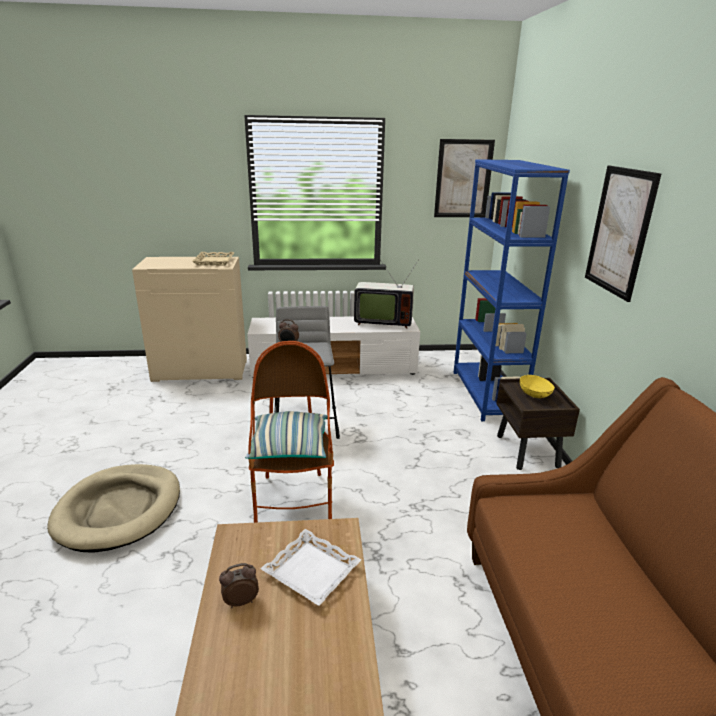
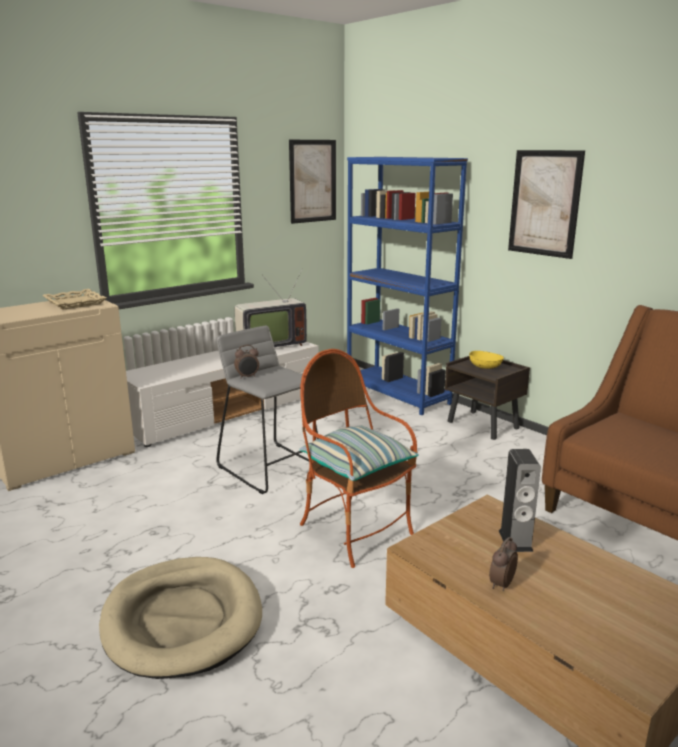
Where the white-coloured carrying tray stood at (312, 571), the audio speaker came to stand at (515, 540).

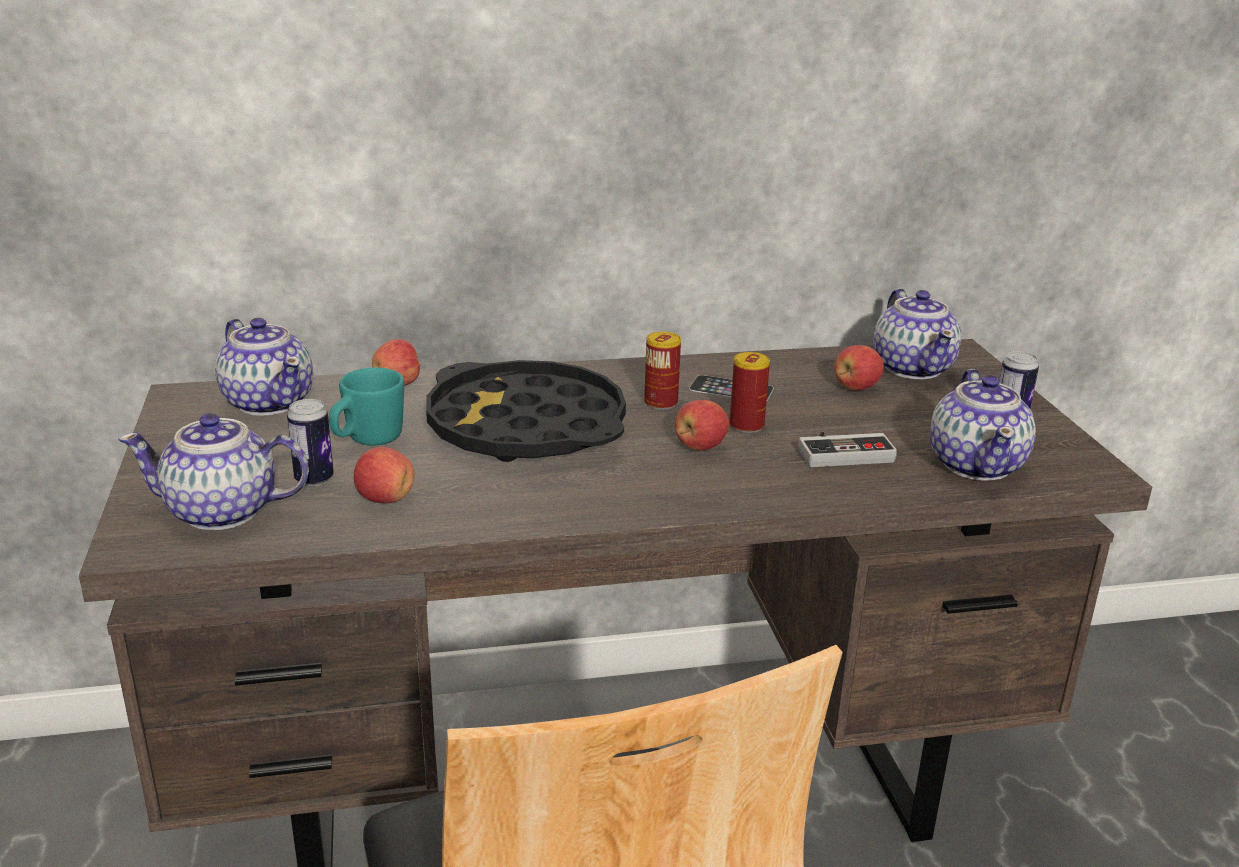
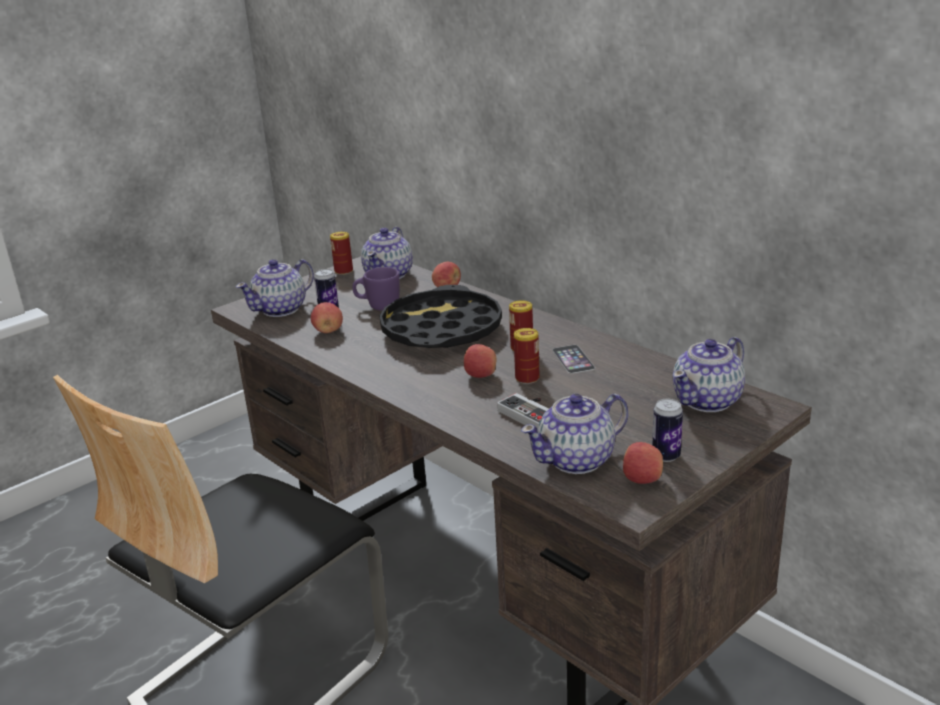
The second view gained the metal can at (343, 271).
The apple fruit ended up elsewhere, having gone from (856, 387) to (642, 480).
What was the turquoise mug at (367, 441) turned into the purple mug at (378, 306).
The tea pot at (223, 512) ended up facing another way, 105 degrees counterclockwise from before.

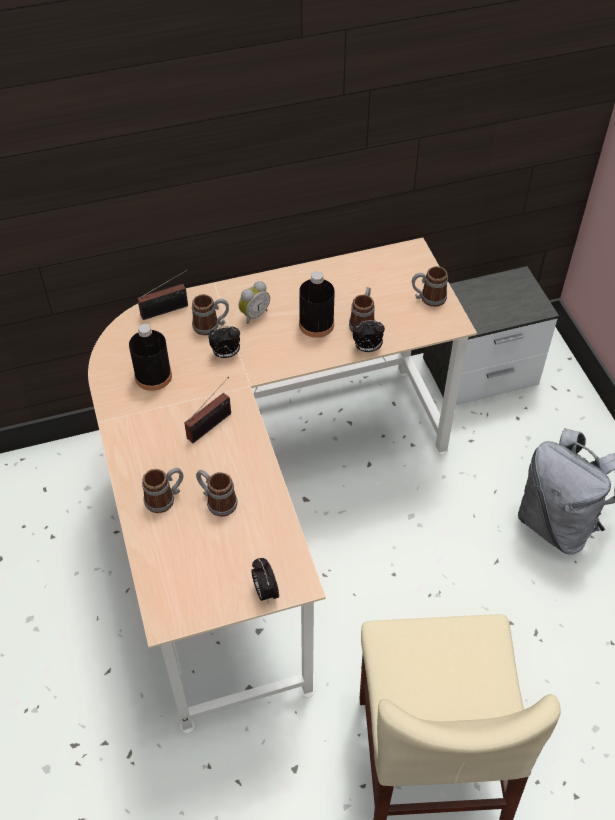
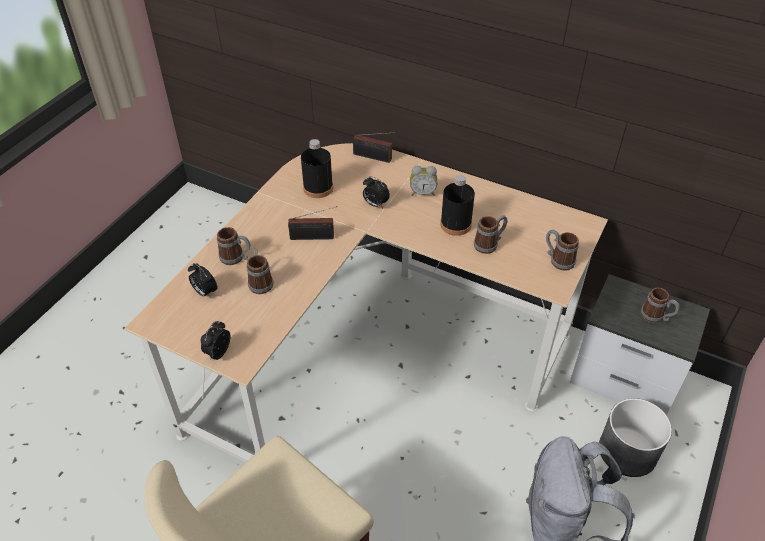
The second view gained the greyish flower pot at (628, 451).
The mug ended up elsewhere, having gone from (211, 325) to (656, 316).
The bedside clock ended up elsewhere, having gone from (367, 349) to (205, 292).

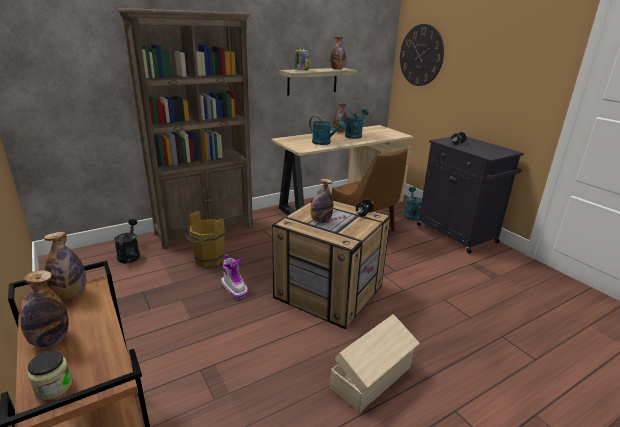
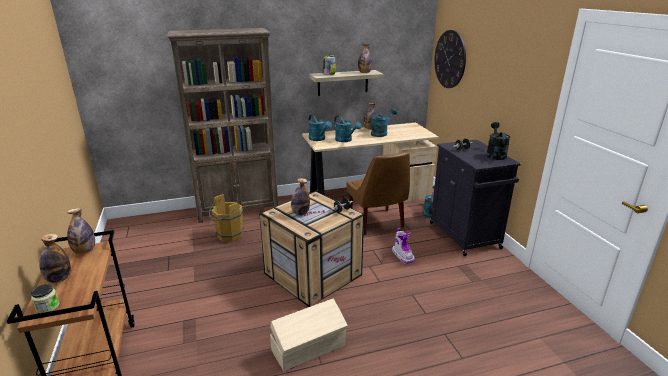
The second view gained the turquoise watering pot at (318, 139).
The black-coloured watering pot ended up elsewhere, having gone from (129, 255) to (495, 154).
The high-top boot ended up elsewhere, having gone from (234, 288) to (403, 256).

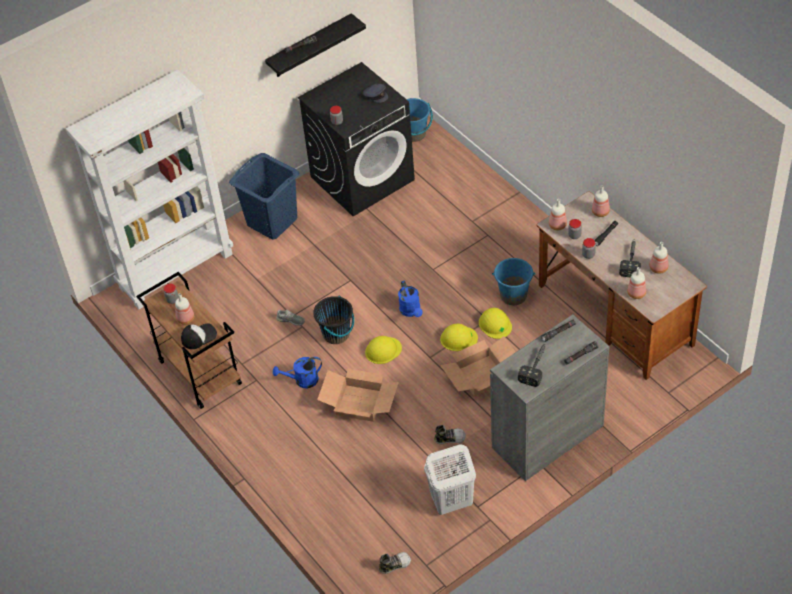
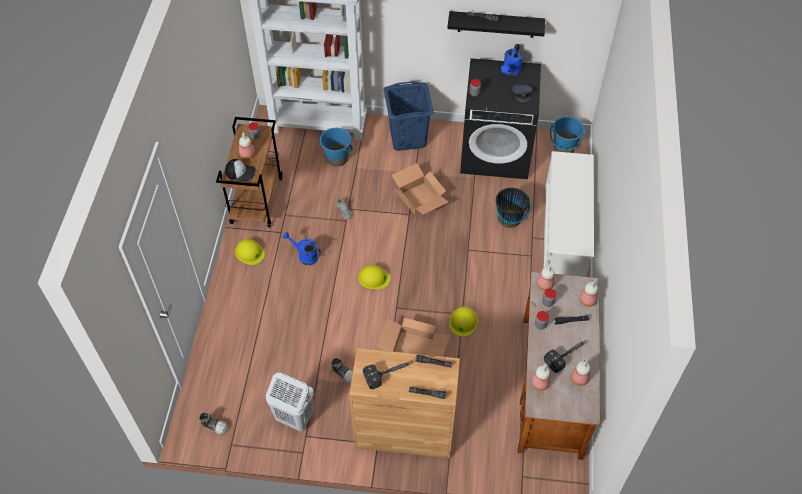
The second view gained the white-coloured shoe rack at (563, 235).
The black-coloured water bucket ended up elsewhere, having gone from (336, 334) to (509, 219).
The packing box ended up elsewhere, having gone from (360, 403) to (420, 199).
The blue watering pot ended up elsewhere, having gone from (411, 311) to (510, 72).
The yellowish hard hat ended up elsewhere, having gone from (458, 338) to (249, 252).
The blue water bucket ended up elsewhere, having gone from (513, 295) to (337, 158).
What was the greyish cupboard at (547, 436) turned into the brown cupboard at (404, 431).

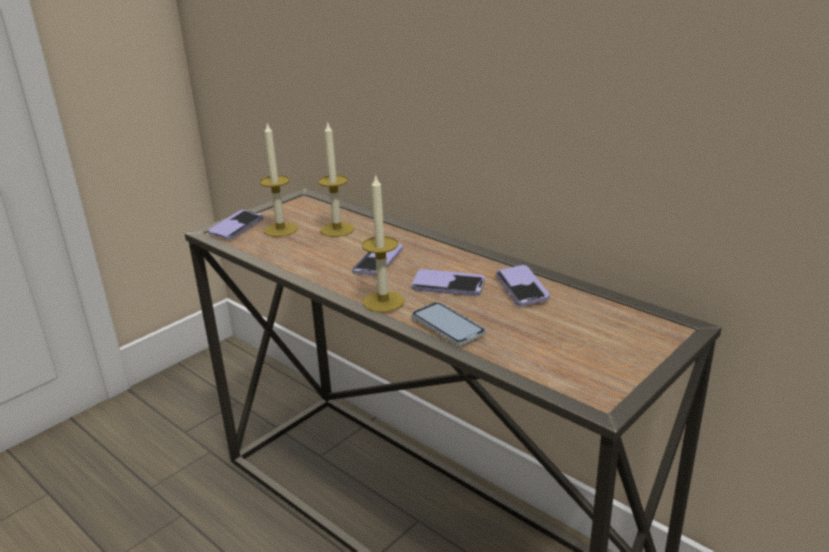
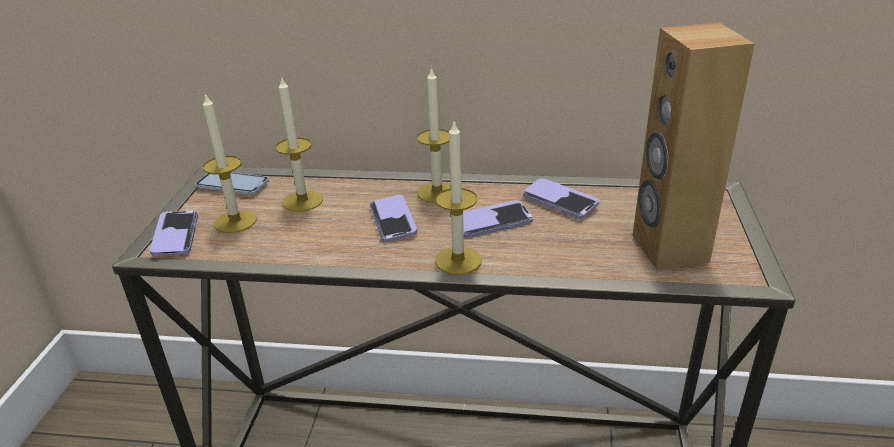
The second view gained the candle at (437, 192).
The second view gained the brown audio speaker at (668, 248).
The telephone ended up elsewhere, having gone from (447, 325) to (232, 184).

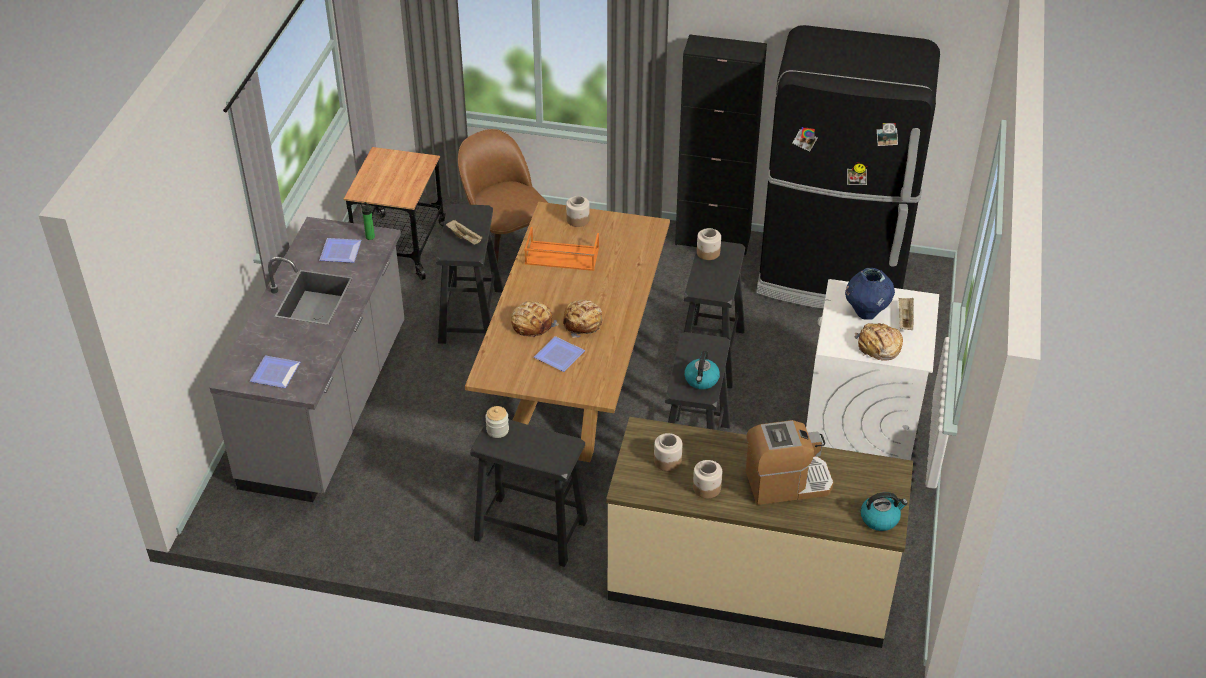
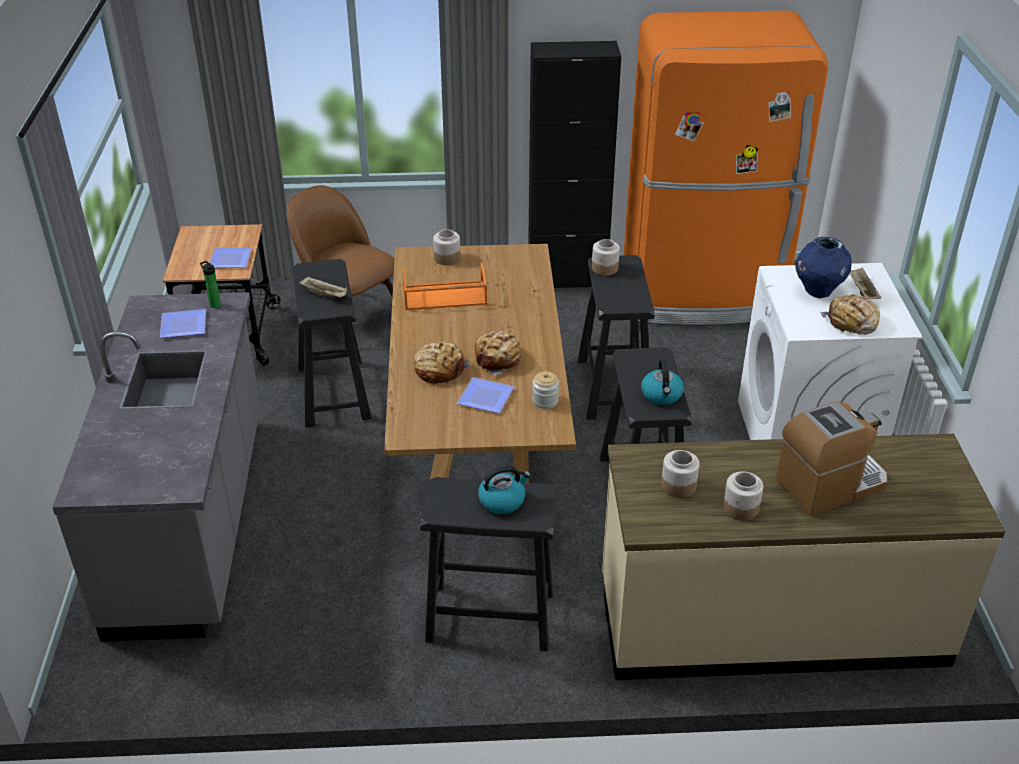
The dinner plate ended up elsewhere, having gone from (274, 372) to (229, 259).
The storage jar ended up elsewhere, having gone from (497, 430) to (545, 401).
The kettle ended up elsewhere, having gone from (880, 518) to (502, 500).
What was the black-coloured kitchen fridge at (832, 276) turned into the orangey kitchen fridge at (703, 293).

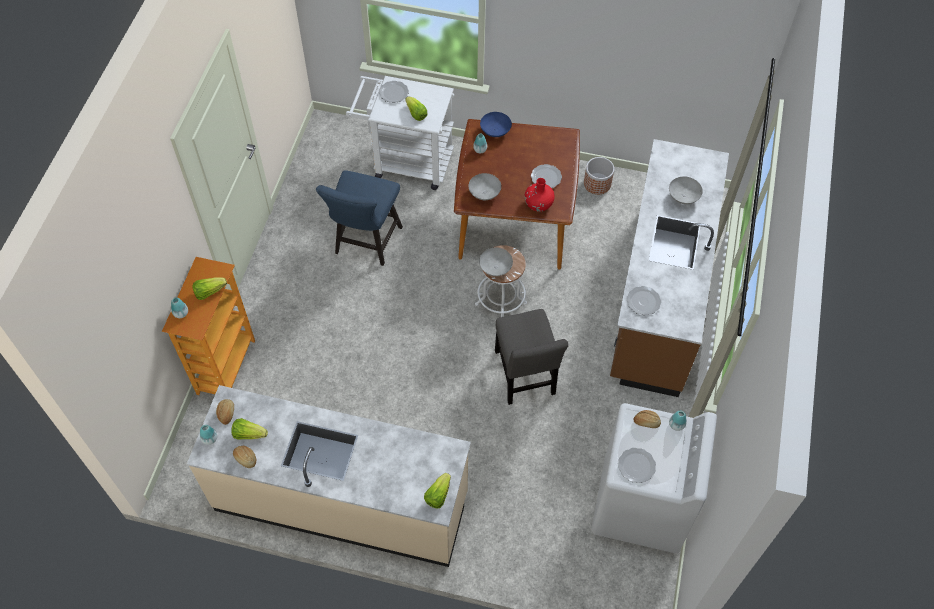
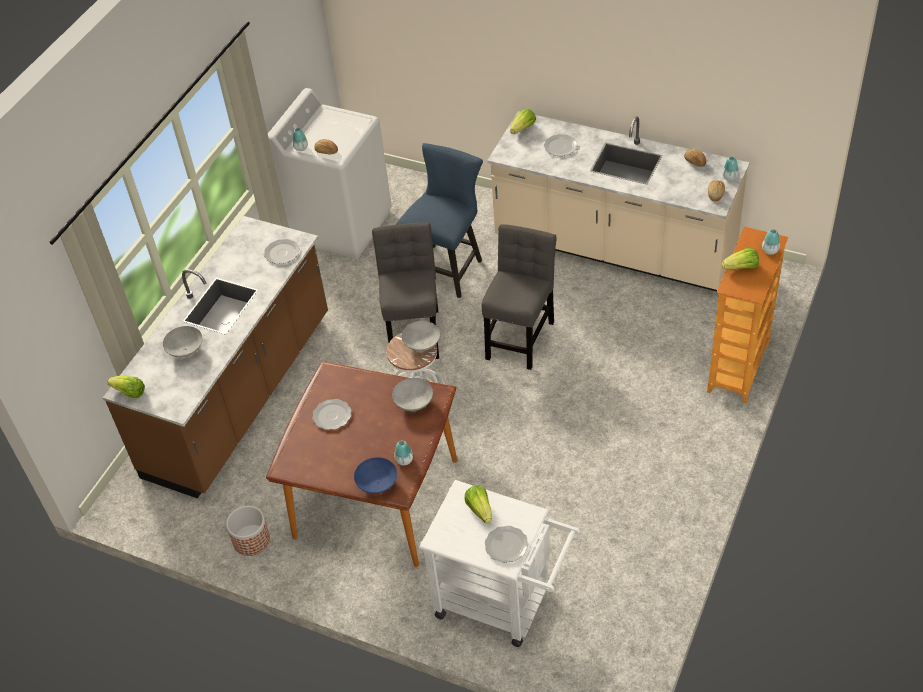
The second view lost the red-coloured vase at (538, 204).
The second view gained the greyish upright chair at (520, 336).
The head of lettuce ended up elsewhere, having gone from (249, 434) to (129, 393).
The blue upright chair ended up elsewhere, having gone from (365, 244) to (447, 267).
The dinner plate ended up elsewhere, having gone from (636, 465) to (560, 147).

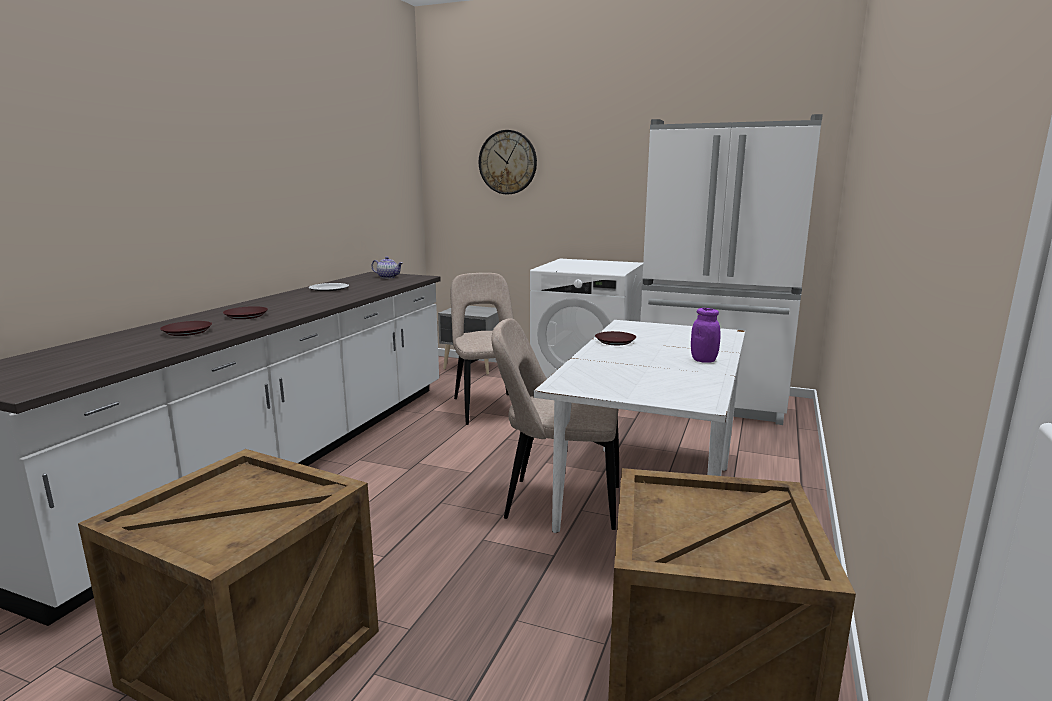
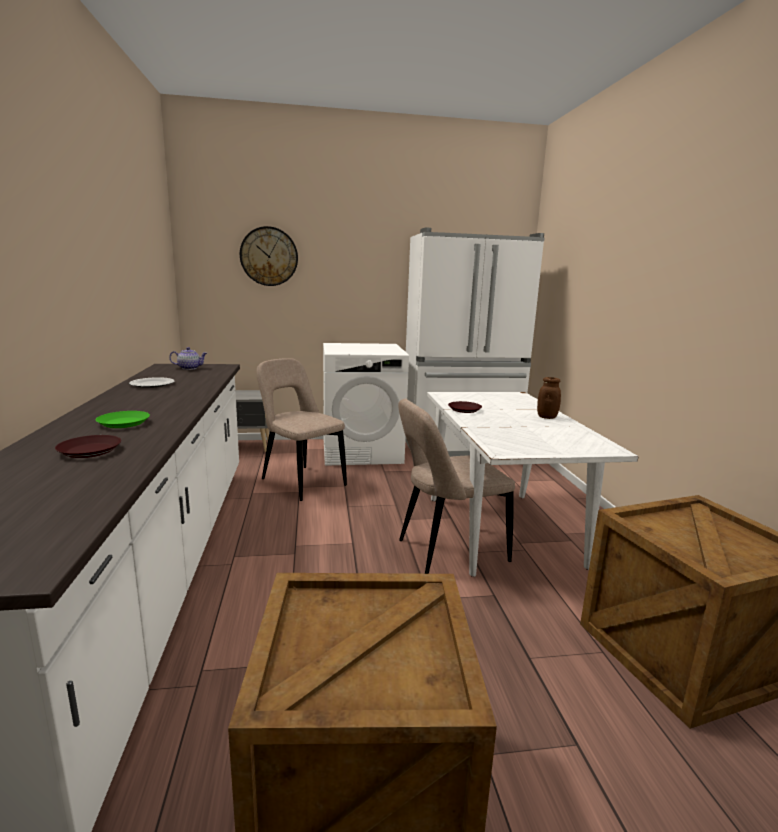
What was the brown dinner plate at (245, 316) turned into the green dinner plate at (123, 423).
What was the purple storage jar at (703, 360) turned into the brown storage jar at (547, 417).

